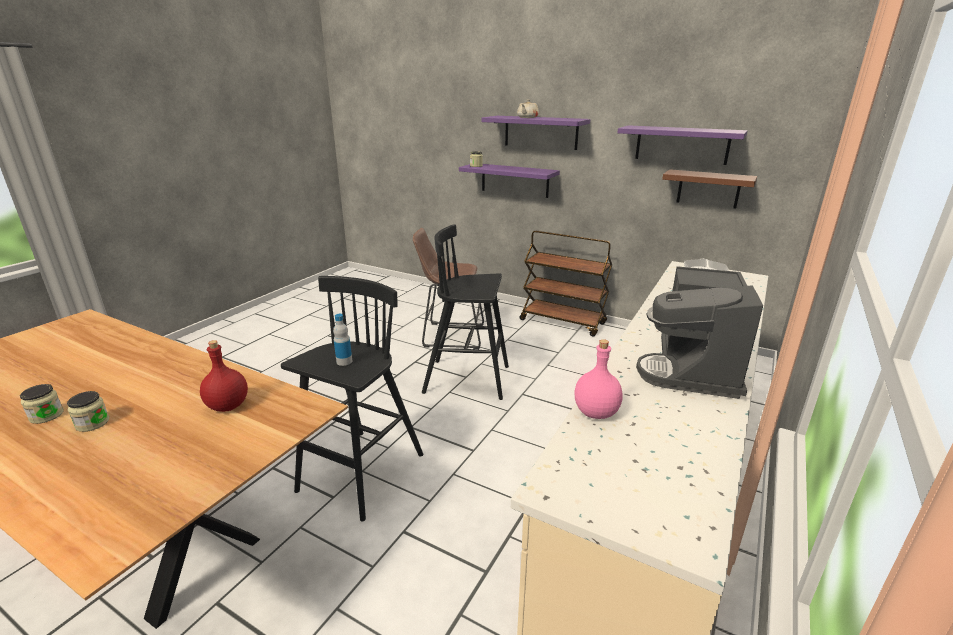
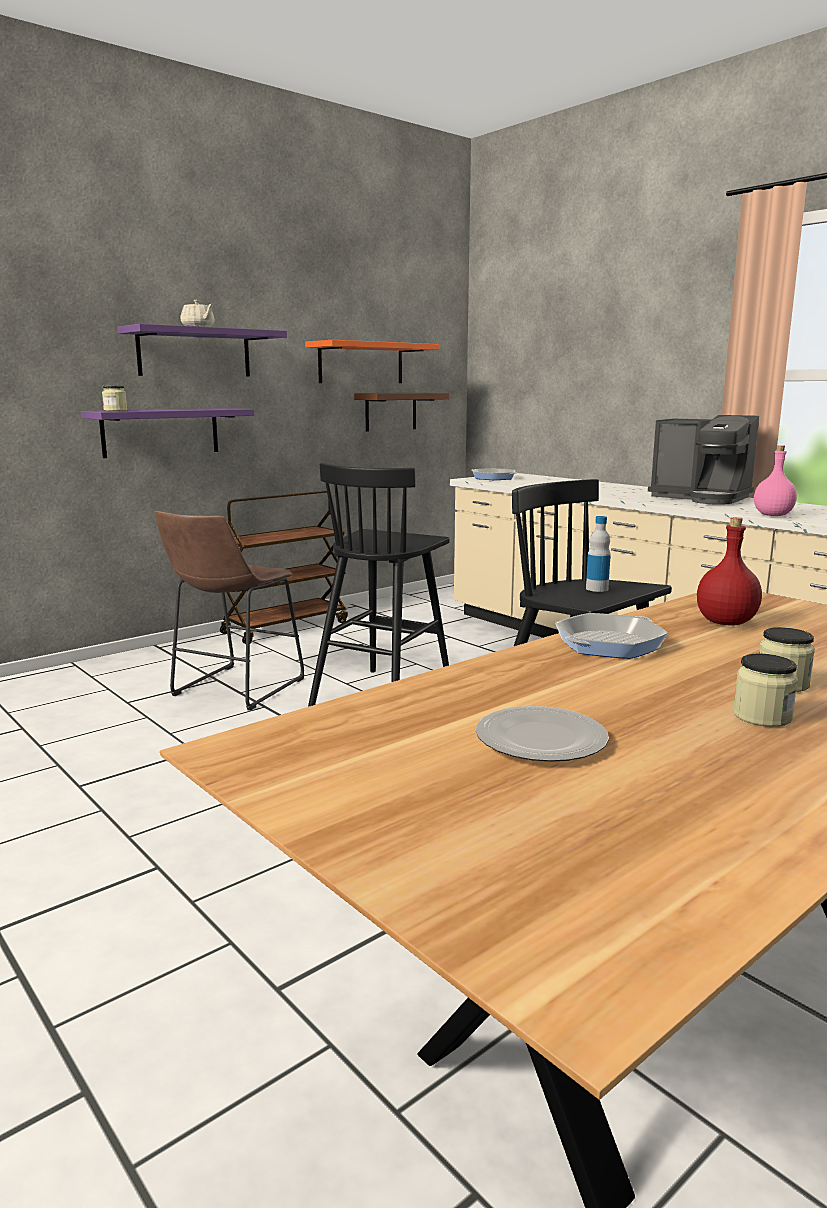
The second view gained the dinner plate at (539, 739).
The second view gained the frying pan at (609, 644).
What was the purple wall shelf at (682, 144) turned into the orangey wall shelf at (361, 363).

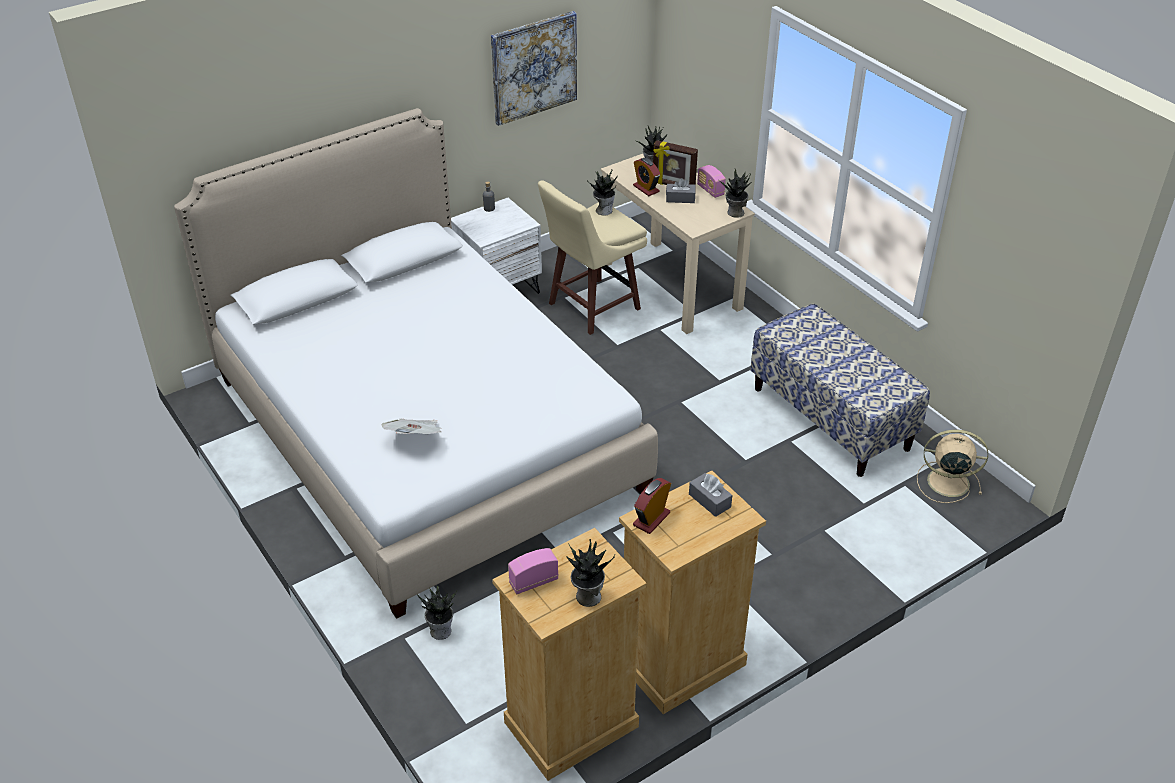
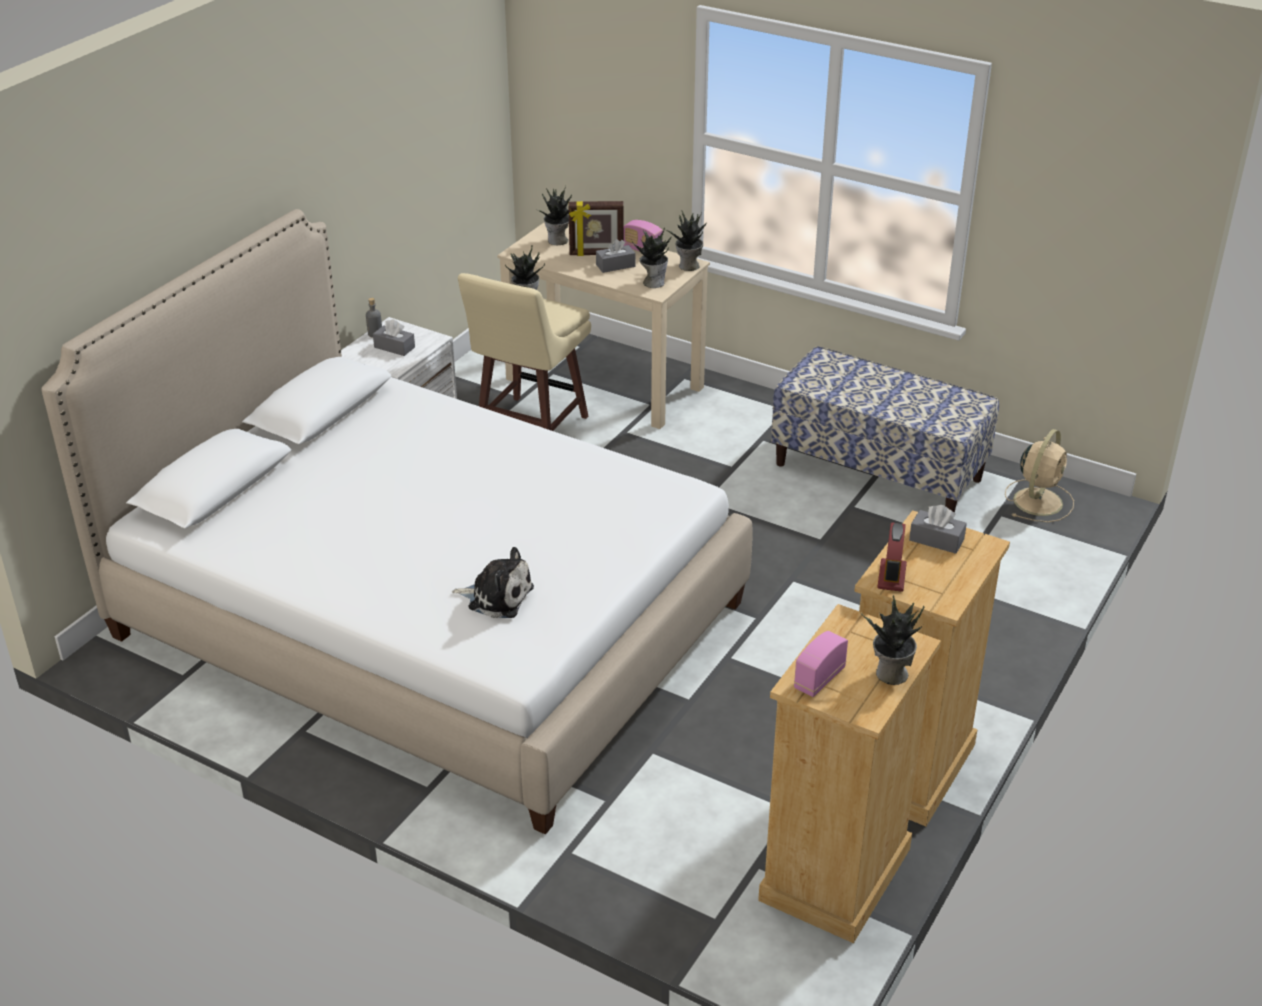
The second view lost the wall art at (534, 67).
The second view lost the bedside clock at (646, 189).
The second view gained the greyish tissue box at (394, 347).
The houseplant ended up elsewhere, having gone from (441, 630) to (653, 282).
Where the daily paper stood at (415, 438), the plush toy came to stand at (497, 597).
The sand-coloured electric fan at (946, 482) ended up facing another way, 135 degrees clockwise from before.

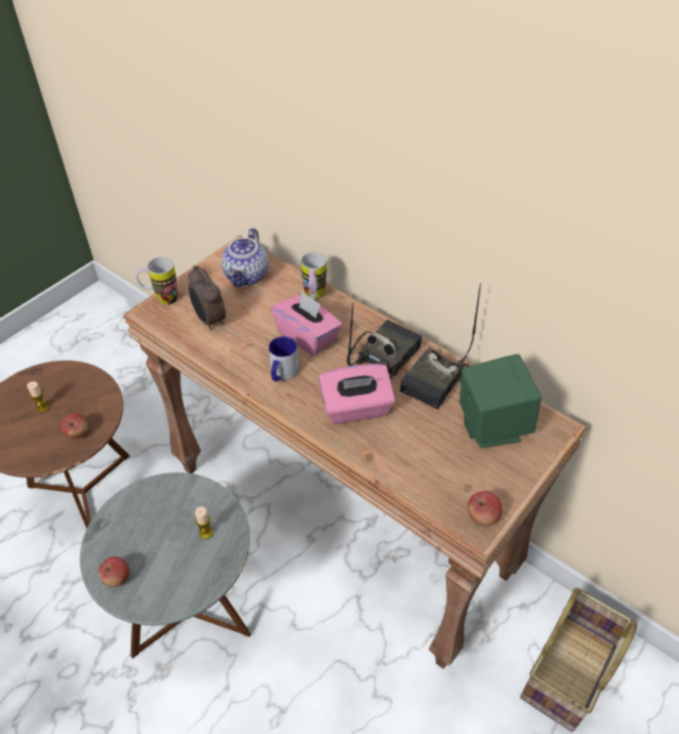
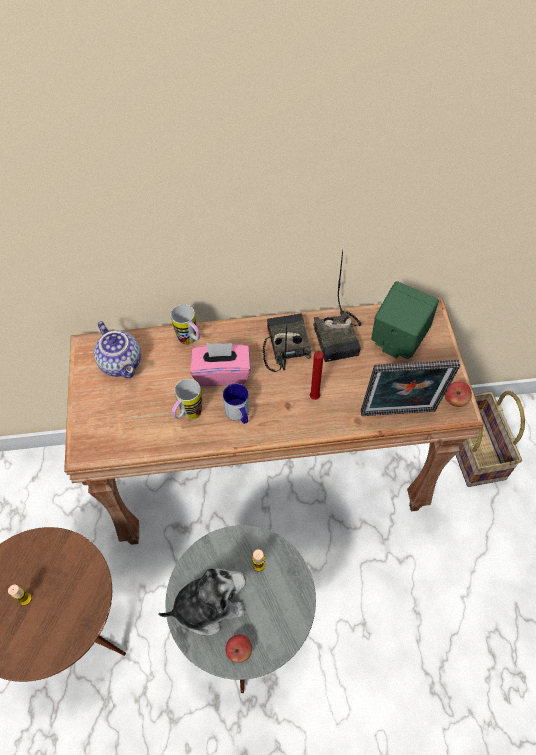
The second view lost the apple fruit at (78, 433).
The second view lost the bedside clock at (209, 320).
The second view gained the plush toy at (208, 605).
The second view gained the photo frame at (398, 415).
The mug ended up elsewhere, having gone from (161, 299) to (188, 416).
Where the pink-coloured tissue box stood at (356, 408), the red-coloured candle came to stand at (313, 396).

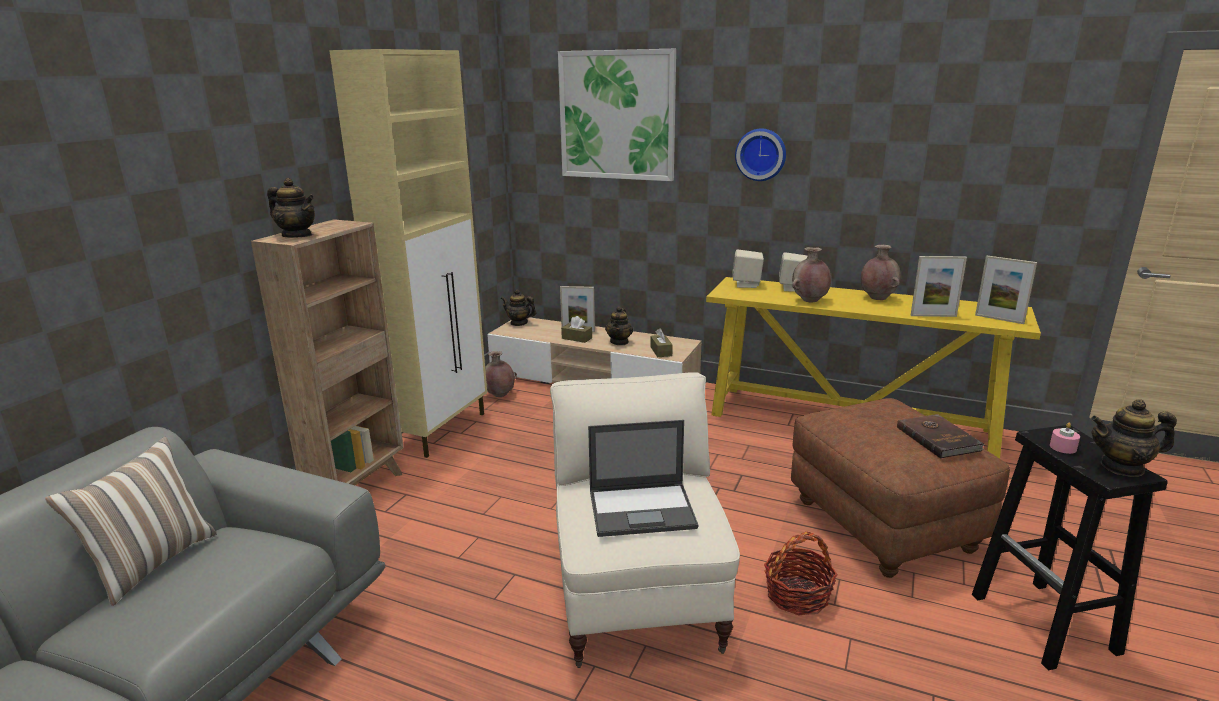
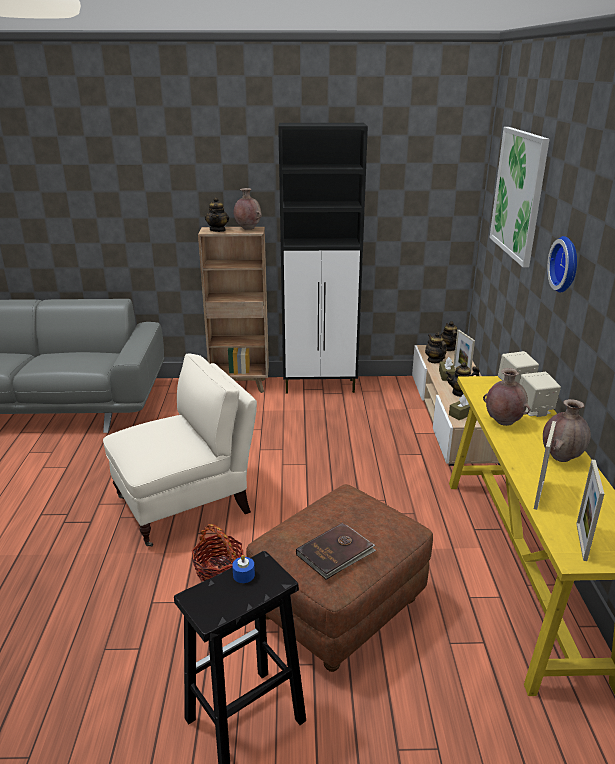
The second view lost the cushion at (152, 563).
The second view lost the portable computer at (643, 509).
The brown vase ended up elsewhere, having gone from (499, 395) to (247, 229).
The tea pot ended up elsewhere, having gone from (1122, 467) to (434, 360).
What was the sand-coloured cupboard at (441, 430) turned into the black-coloured cupboard at (320, 386).
What was the pink-coloured candle at (1063, 447) turned into the blue candle at (243, 575).
The photo frame at (933, 316) ended up facing another way, 135 degrees counterclockwise from before.

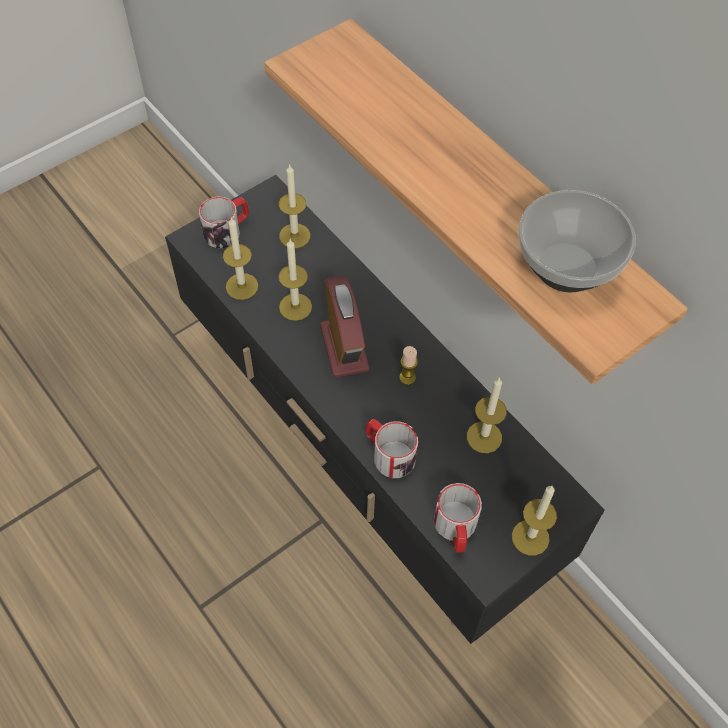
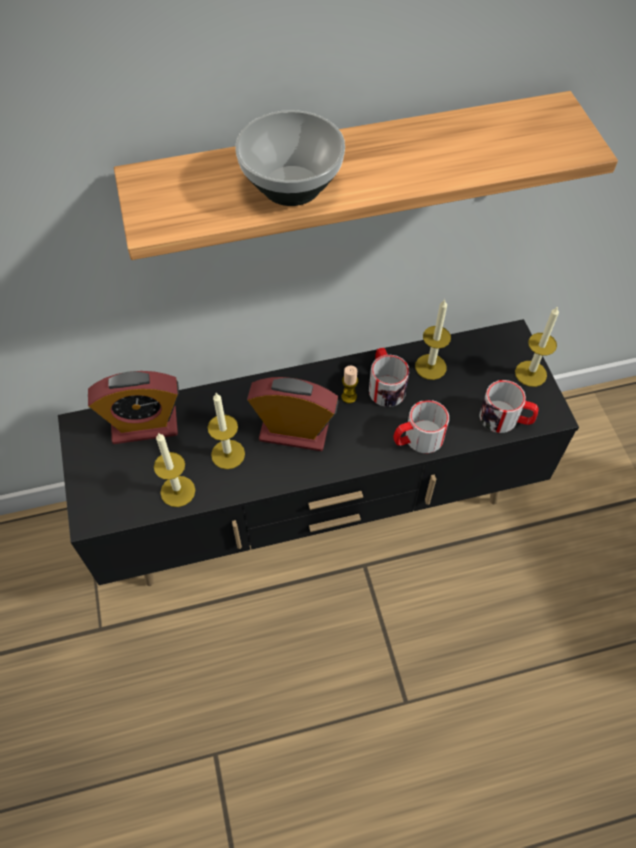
The mug ended up elsewhere, having gone from (227, 230) to (385, 385).
The serving bowl ended up elsewhere, having gone from (567, 269) to (293, 186).
Where the candle stood at (294, 235), the bedside clock came to stand at (144, 425).

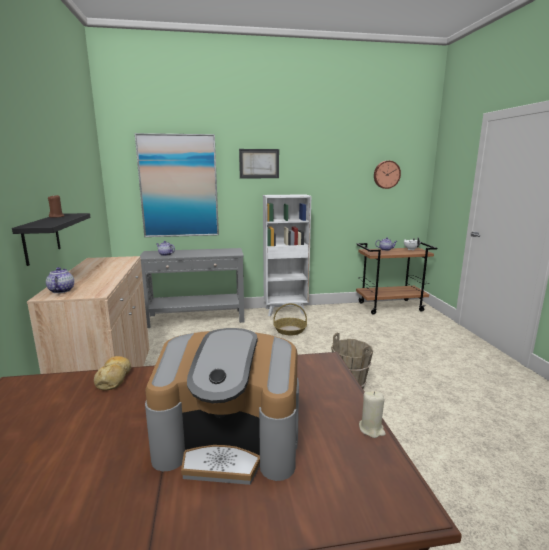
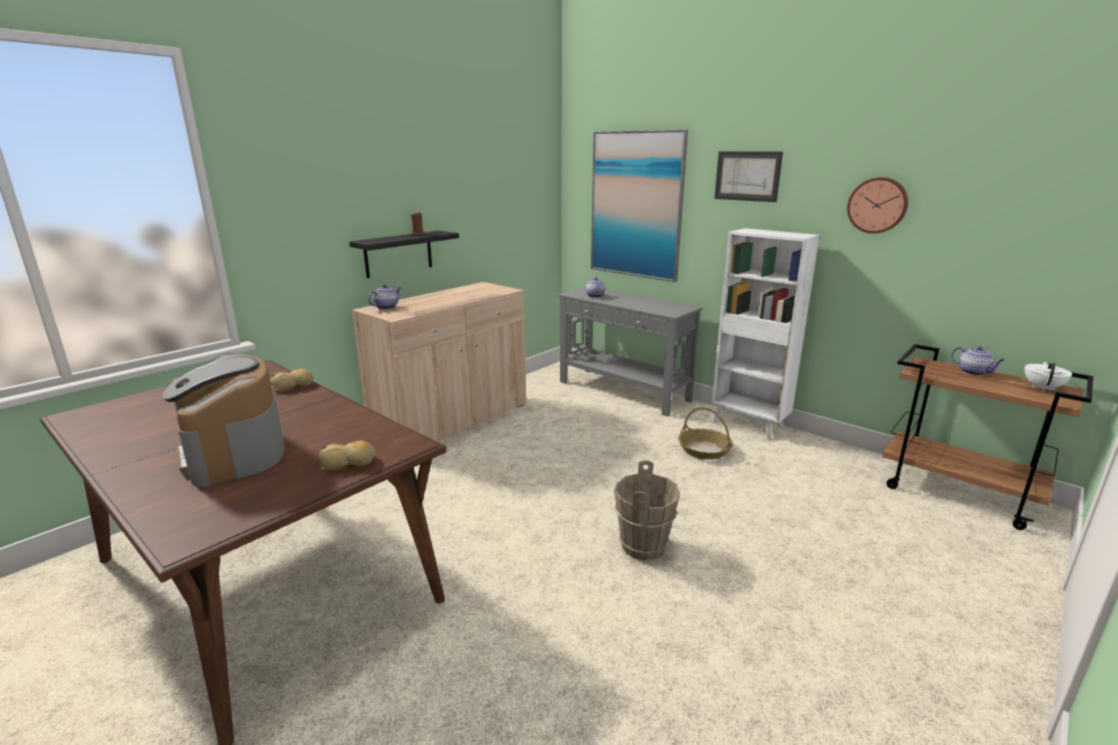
The second view lost the sand-coloured candle at (371, 429).
The second view gained the bread at (348, 463).
The hanging clock ended up elsewhere, having gone from (386, 174) to (877, 205).

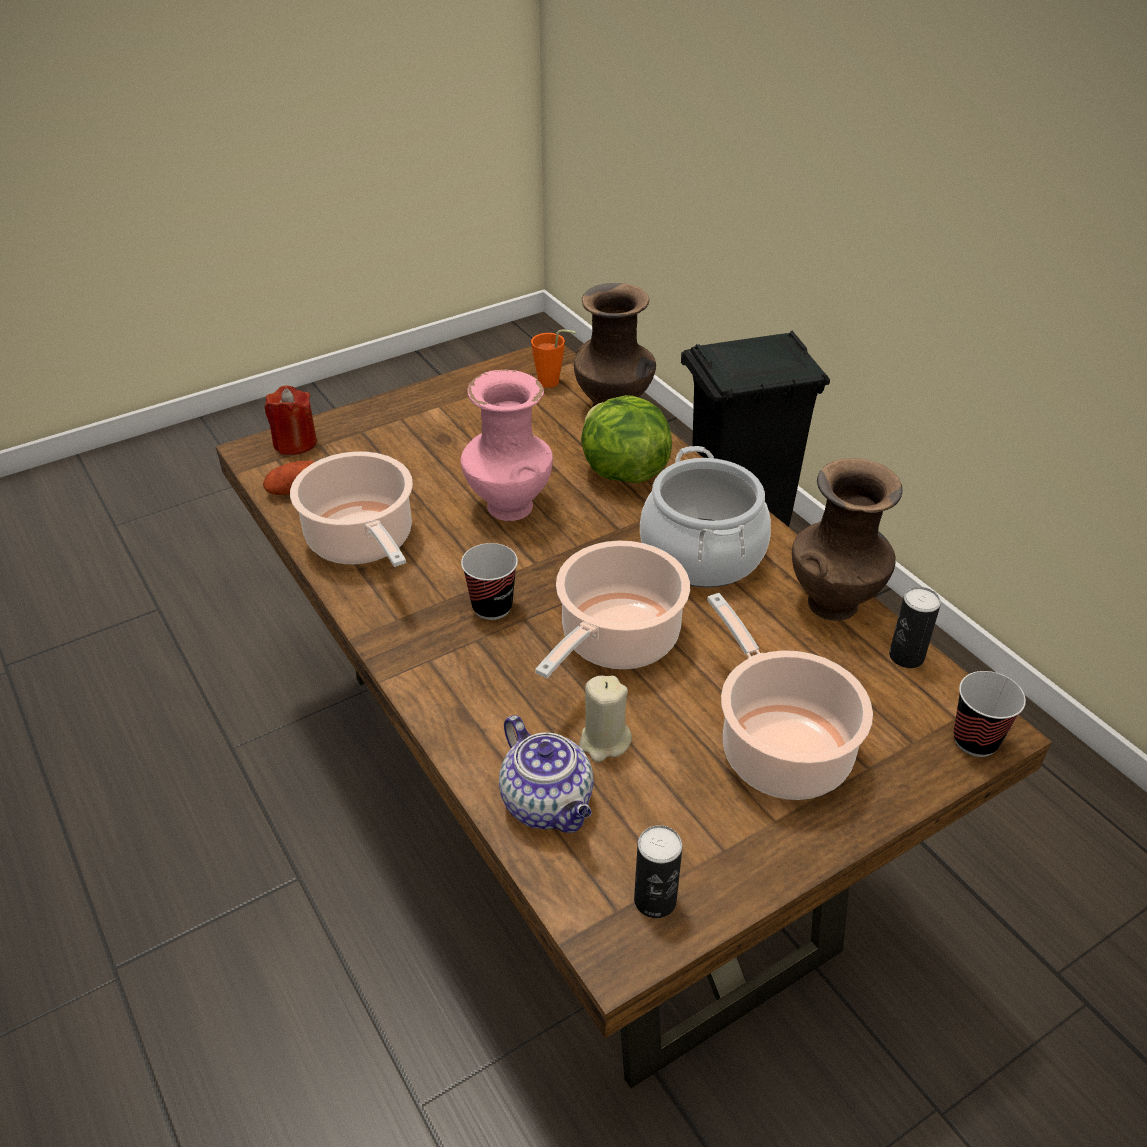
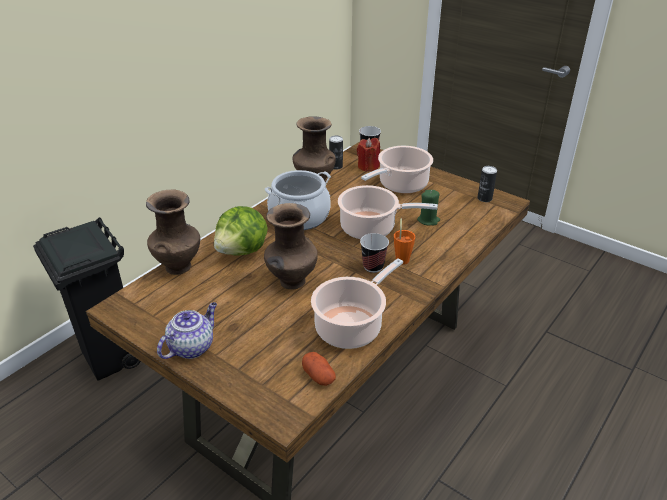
The red-coloured candle ended up elsewhere, having gone from (295, 443) to (368, 166).
The tea pot ended up elsewhere, having gone from (549, 804) to (192, 346).
The orangey drinking cup ended up elsewhere, having gone from (553, 383) to (402, 258).
What was the pink-coloured vase at (508, 506) turned into the brown vase at (291, 282).
What was the sand-coloured candle at (604, 741) turned into the green candle at (428, 220).

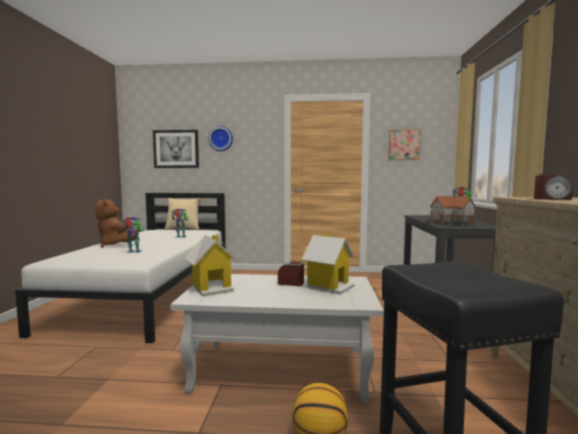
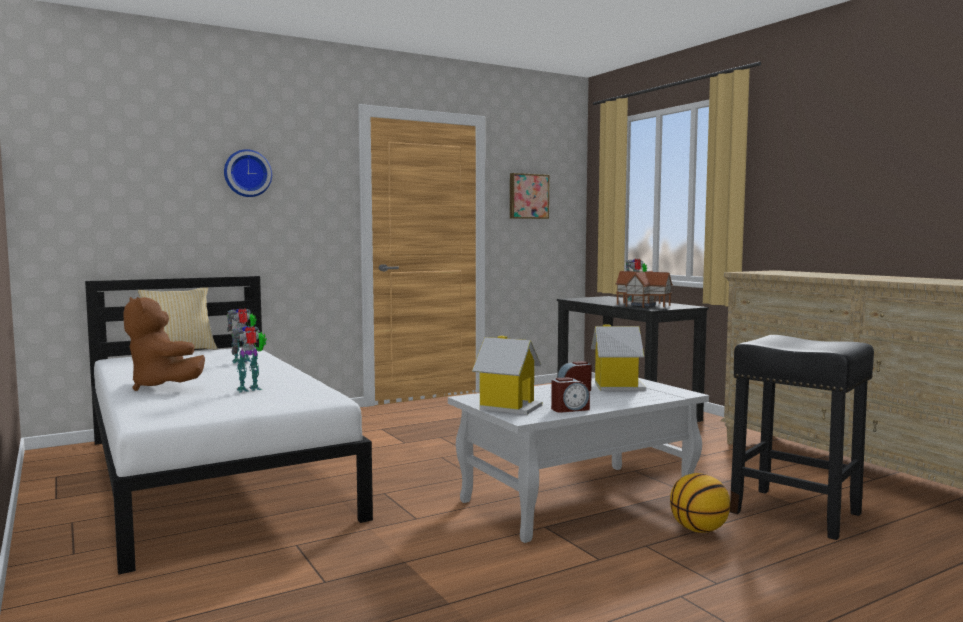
The second view lost the wall art at (176, 149).
The bedside clock ended up elsewhere, having gone from (551, 199) to (569, 409).
The brown plush toy at (115, 245) ended up facing another way, 45 degrees clockwise from before.

